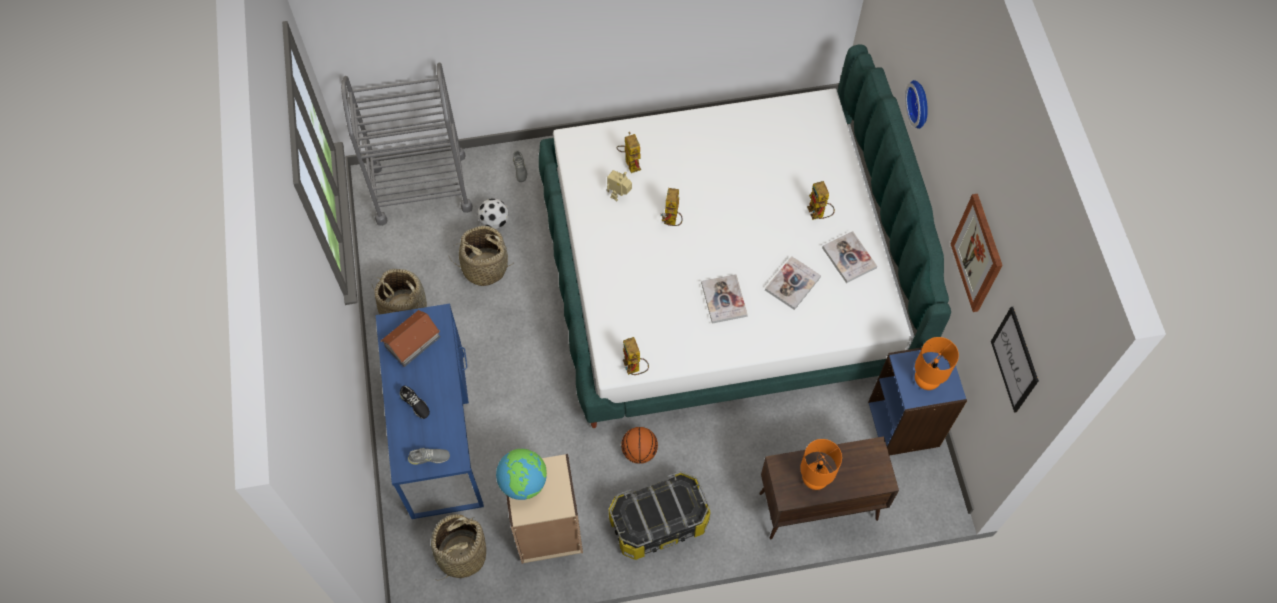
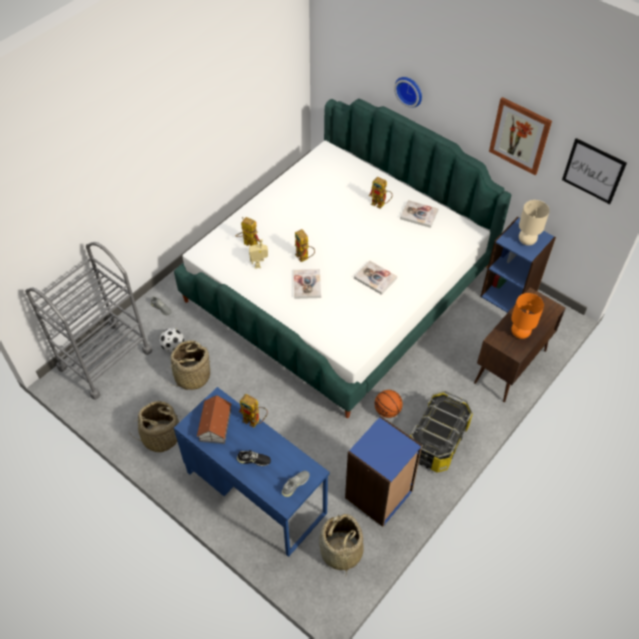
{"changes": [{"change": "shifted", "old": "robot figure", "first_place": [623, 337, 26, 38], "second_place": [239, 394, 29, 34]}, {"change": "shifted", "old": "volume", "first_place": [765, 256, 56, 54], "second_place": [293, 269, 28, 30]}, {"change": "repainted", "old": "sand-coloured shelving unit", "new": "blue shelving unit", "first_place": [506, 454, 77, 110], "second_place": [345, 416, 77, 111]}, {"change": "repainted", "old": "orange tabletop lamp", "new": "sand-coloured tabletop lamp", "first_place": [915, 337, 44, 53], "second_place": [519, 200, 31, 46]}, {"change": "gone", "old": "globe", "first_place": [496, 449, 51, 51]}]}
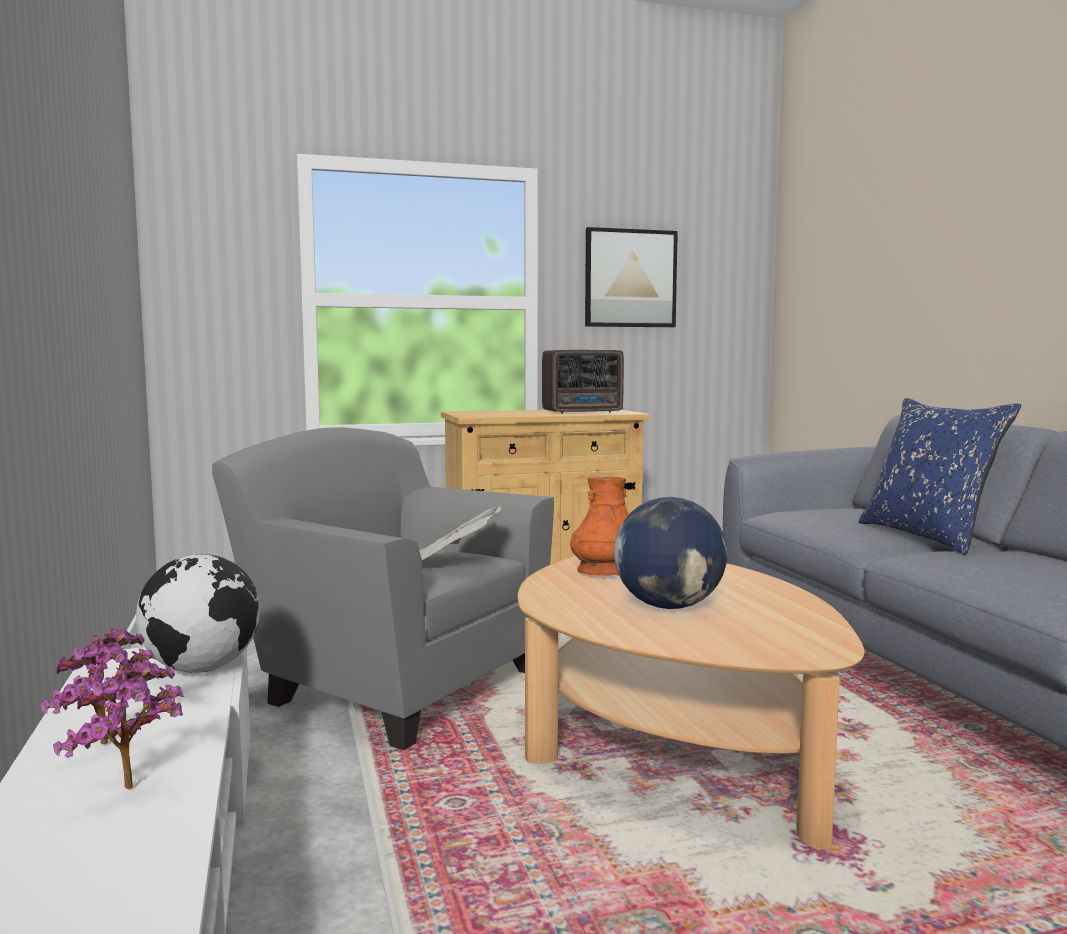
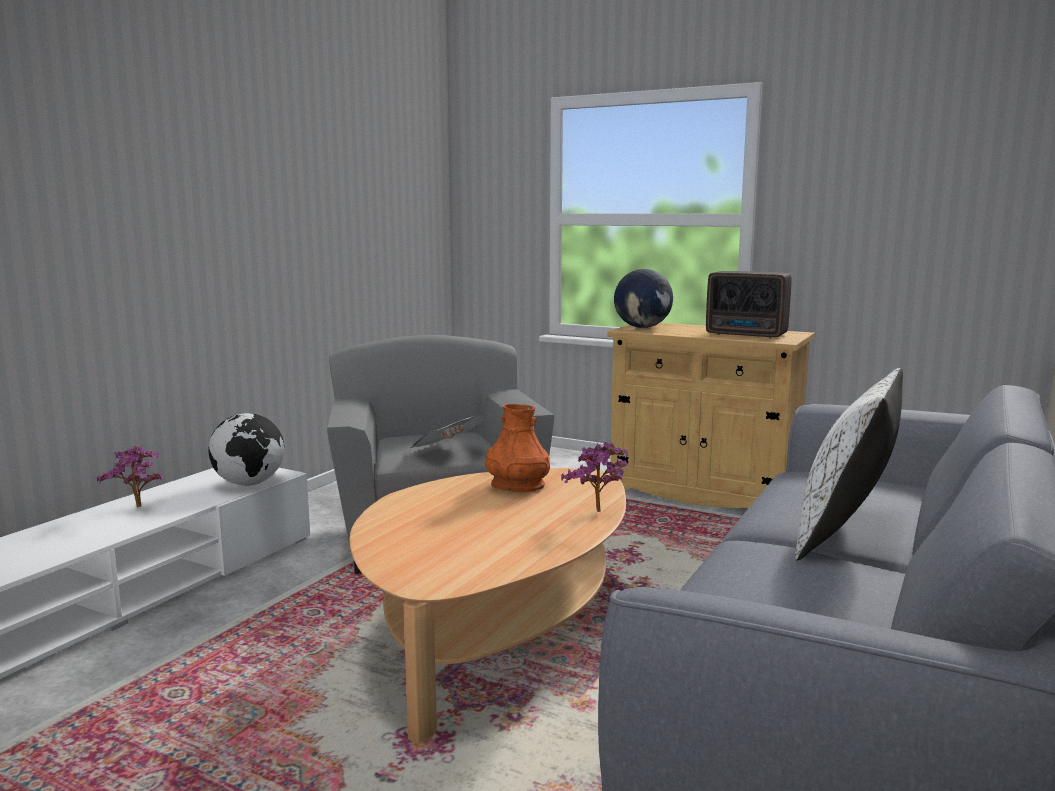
{"changes": [{"change": "shifted", "old": "houseplant", "first_place": [53, 659, 132, 130], "second_place": [561, 442, 67, 70]}, {"change": "shifted", "old": "globe", "first_place": [614, 497, 113, 112], "second_place": [614, 269, 59, 59]}, {"change": "repainted", "old": "blue throw pillow", "new": "whitish throw pillow", "first_place": [859, 398, 162, 157], "second_place": [795, 368, 108, 193]}, {"change": "gone", "old": "wall picture", "first_place": [585, 227, 93, 100]}]}
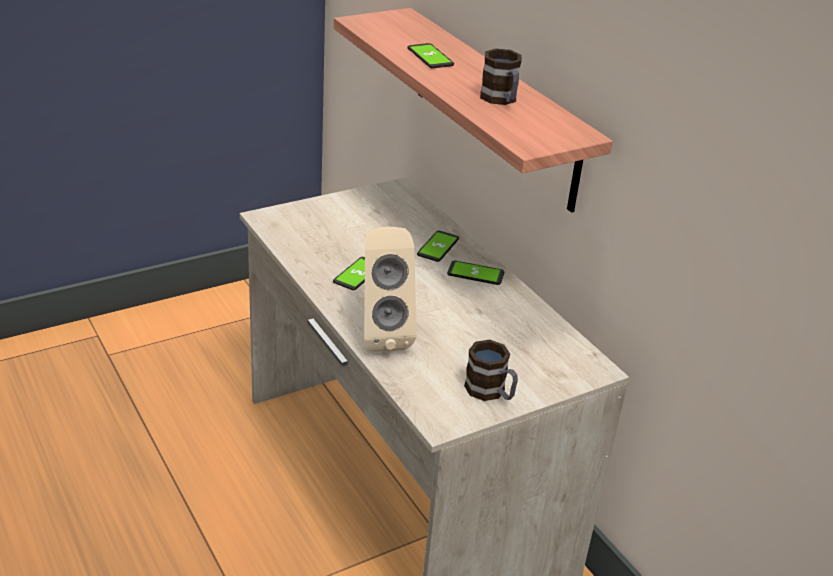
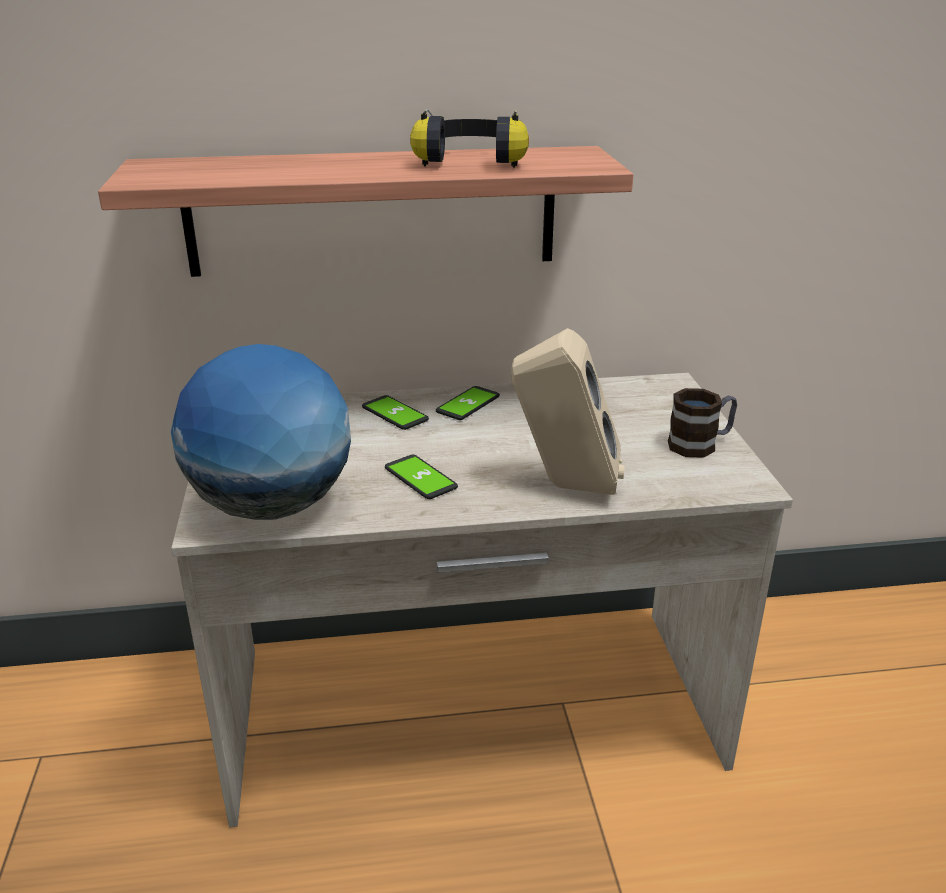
{"changes": [{"change": "new", "new": "globe", "second_place": [171, 344, 180, 176]}, {"change": "swapped", "old": "tea mug", "new": "headset", "first_place": [480, 49, 42, 56], "second_place": [410, 109, 119, 59]}, {"change": "gone", "old": "phone", "first_place": [408, 43, 46, 25]}]}
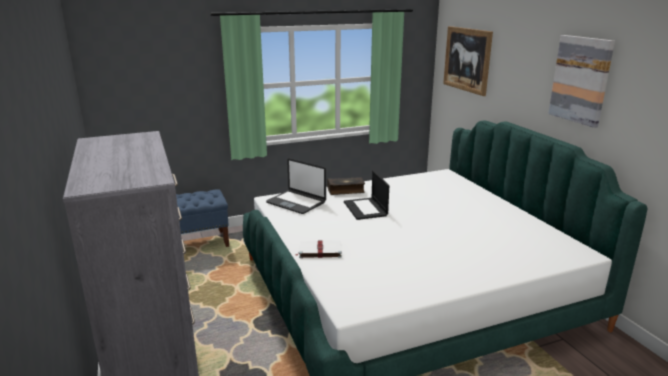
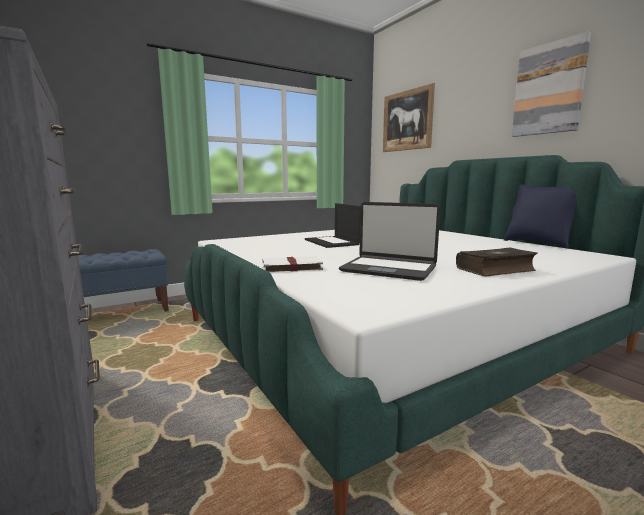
{"changes": [{"change": "shifted", "old": "notebook computer", "first_place": [266, 159, 60, 55], "second_place": [339, 202, 101, 79]}, {"change": "shifted", "old": "volume", "first_place": [327, 177, 38, 18], "second_place": [456, 248, 82, 28]}, {"change": "new", "new": "blue throw pillow", "second_place": [504, 184, 72, 64]}]}
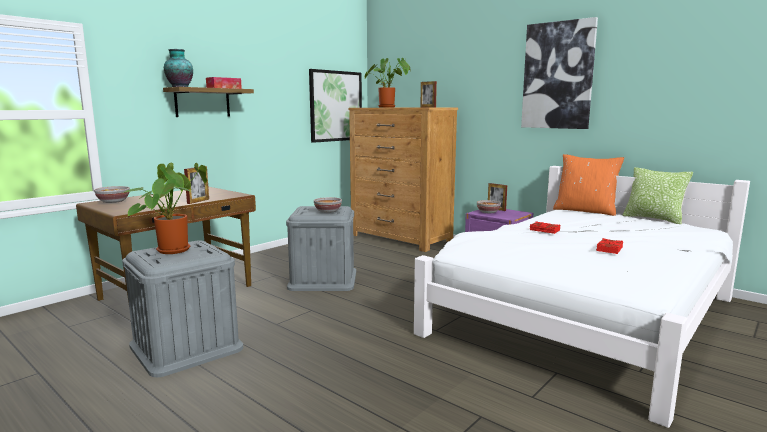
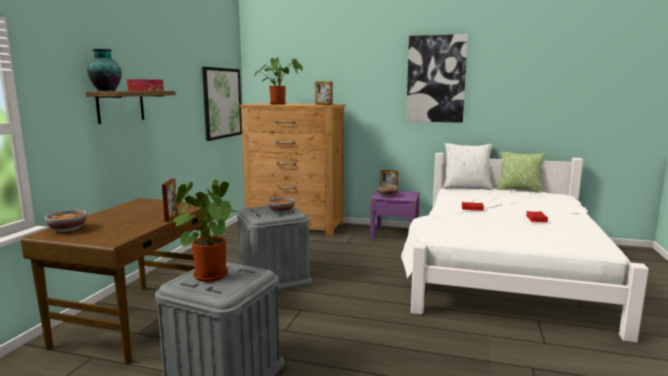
{"changes": [{"change": "repainted", "old": "orange throw pillow", "new": "whitish throw pillow", "first_place": [553, 154, 71, 62], "second_place": [443, 143, 50, 47]}]}
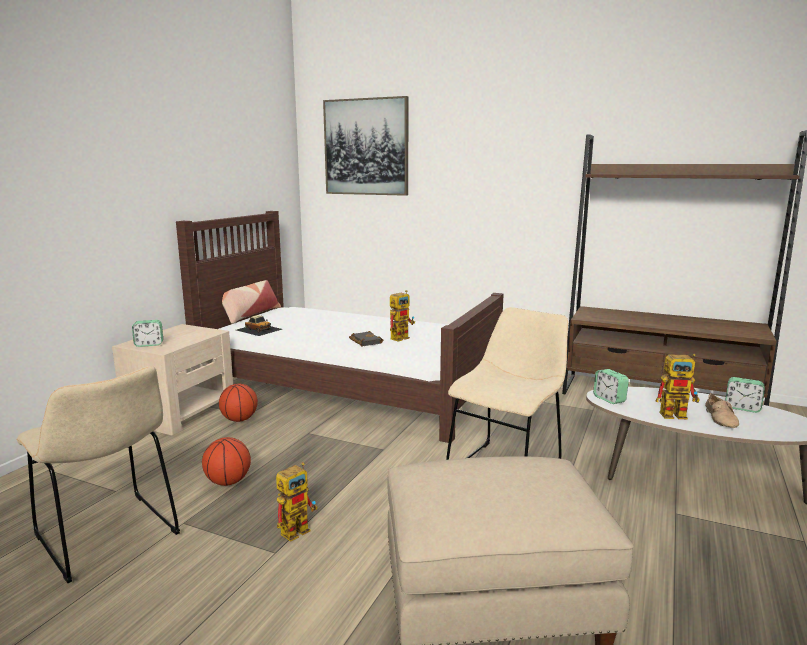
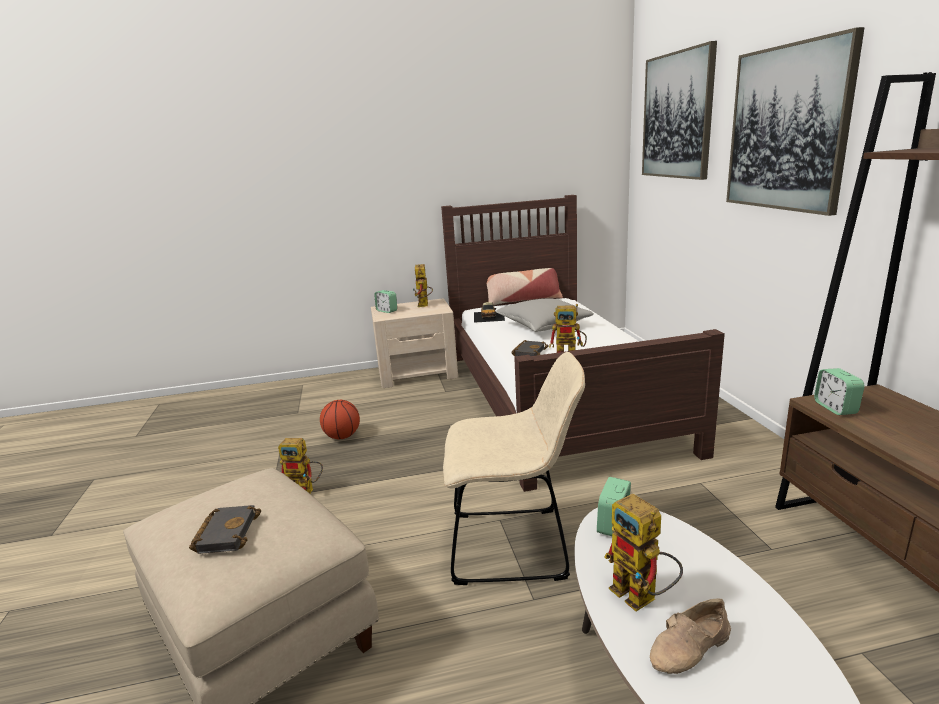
{"changes": [{"change": "new", "new": "black-coloured volume", "second_place": [189, 505, 72, 49]}, {"change": "new", "new": "robot figure", "second_place": [412, 264, 21, 43]}, {"change": "new", "new": "gray throw pillow", "second_place": [495, 298, 99, 34]}, {"change": "new", "new": "wall picture", "second_place": [726, 27, 139, 189]}, {"change": "shifted", "old": "bedside clock", "first_place": [725, 377, 40, 36], "second_place": [814, 368, 51, 47]}, {"change": "gone", "old": "sand-coloured upright chair", "first_place": [16, 366, 164, 217]}, {"change": "gone", "old": "ball for basketball", "first_place": [219, 383, 39, 39]}]}
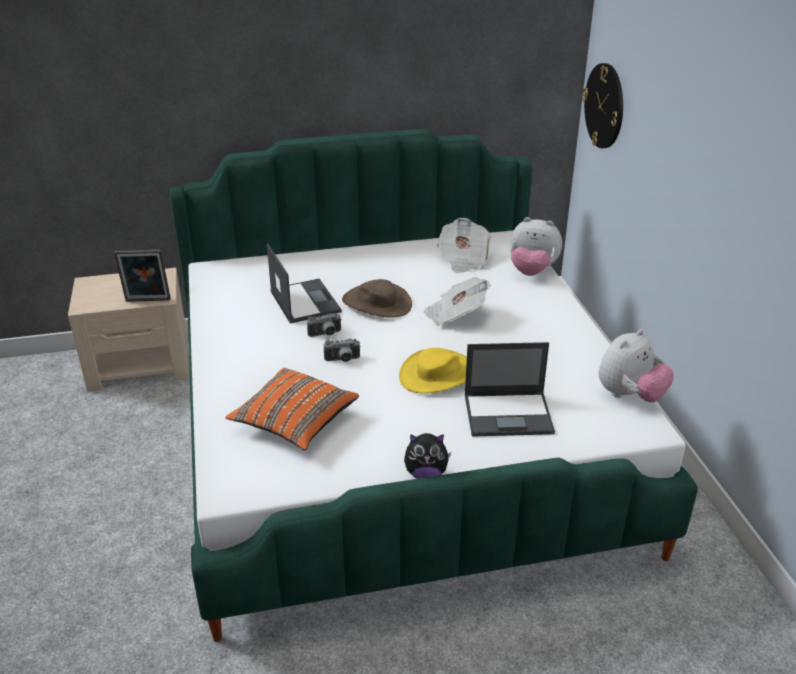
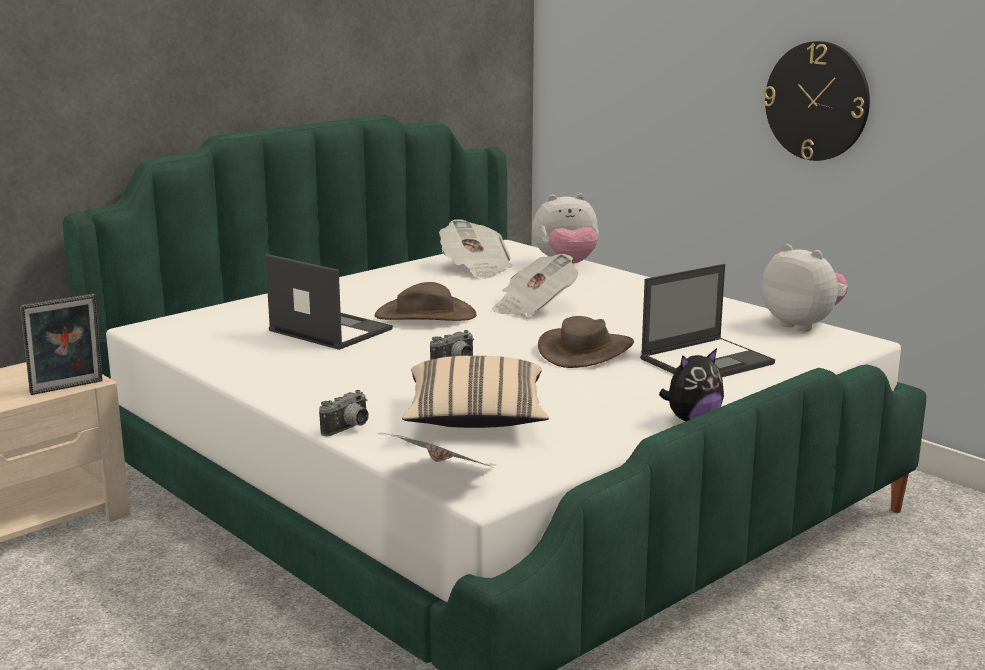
{"changes": [{"change": "shifted", "old": "still camera", "first_place": [307, 313, 35, 24], "second_place": [319, 390, 50, 46]}, {"change": "new", "new": "newspaper", "second_place": [377, 433, 119, 35]}, {"change": "repainted", "old": "orange throw pillow", "new": "sand-coloured throw pillow", "first_place": [225, 368, 134, 82], "second_place": [402, 356, 147, 72]}, {"change": "repainted", "old": "yellow-coloured clothing hat", "new": "brownish clothing hat", "first_place": [399, 348, 68, 46], "second_place": [538, 316, 96, 52]}, {"change": "rotated", "old": "soft toy", "first_place": [598, 329, 76, 73], "second_place": [762, 244, 86, 88], "degrees": -60}, {"change": "shifted", "old": "clock on the wall", "first_place": [582, 63, 41, 85], "second_place": [763, 41, 107, 120]}]}
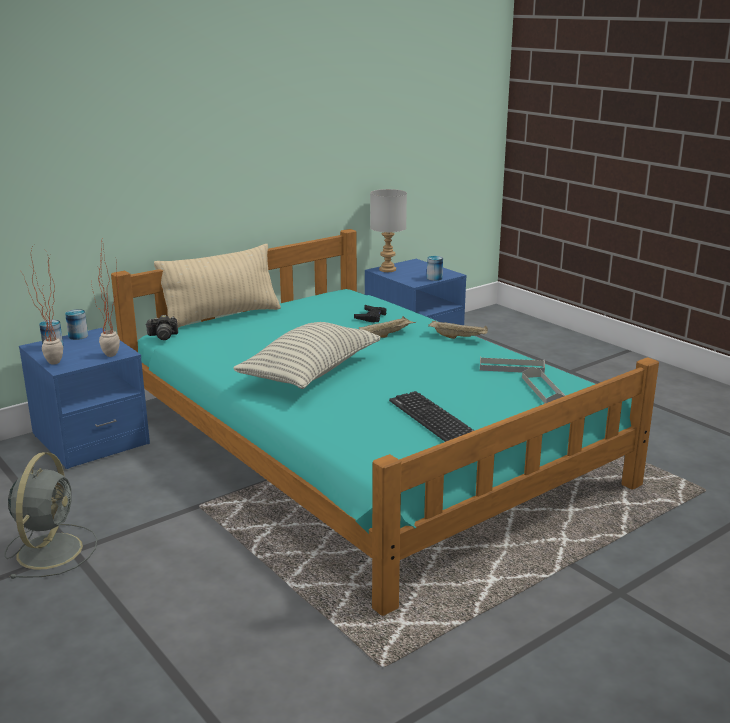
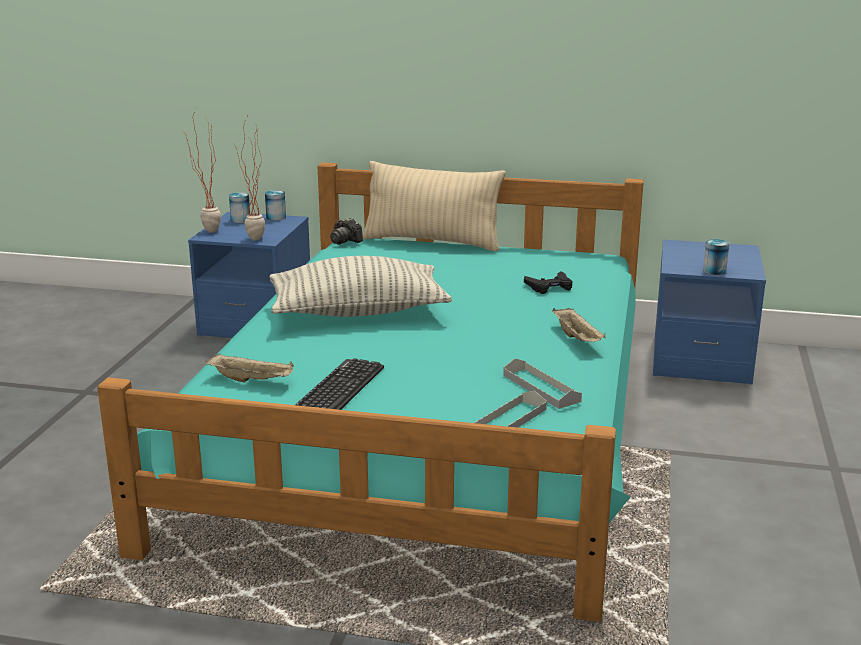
{"changes": [{"change": "shifted", "old": "sand-coloured serving tray", "first_place": [359, 316, 57, 22], "second_place": [205, 353, 89, 29]}, {"change": "gone", "old": "gray cooling fan", "first_place": [5, 452, 93, 127]}, {"change": "gone", "old": "gray tabletop lamp", "first_place": [370, 189, 37, 83]}]}
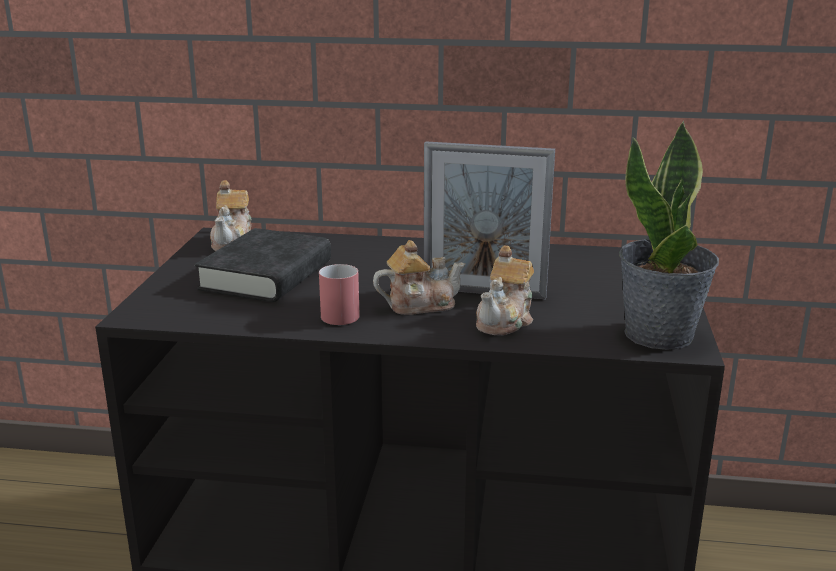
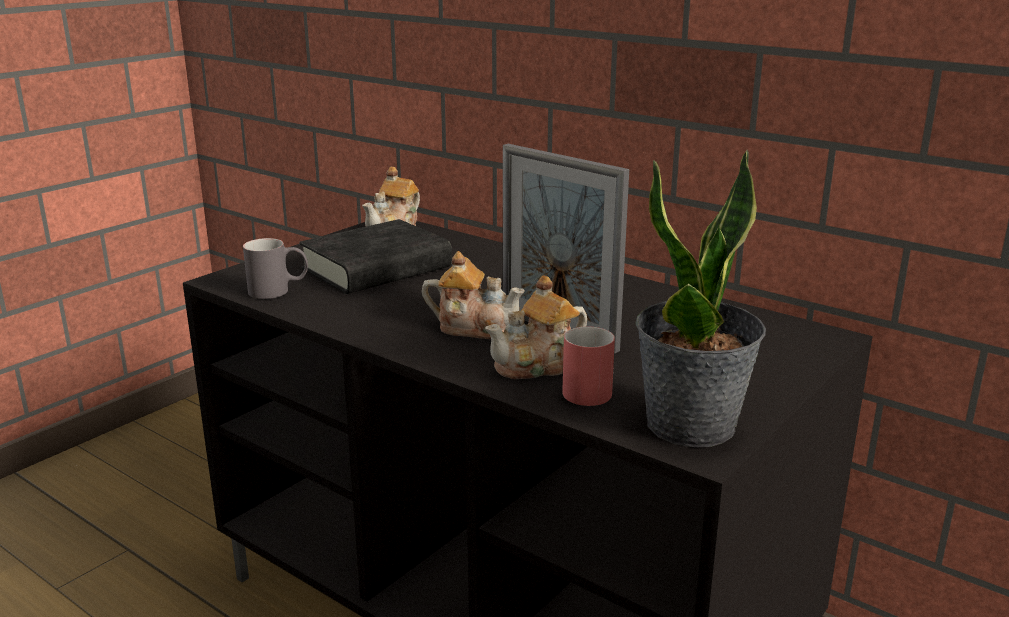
{"changes": [{"change": "new", "new": "gray tea mug", "second_place": [243, 238, 65, 61]}, {"change": "shifted", "old": "red-coloured tea mug", "first_place": [319, 264, 41, 61], "second_place": [562, 327, 53, 79]}]}
